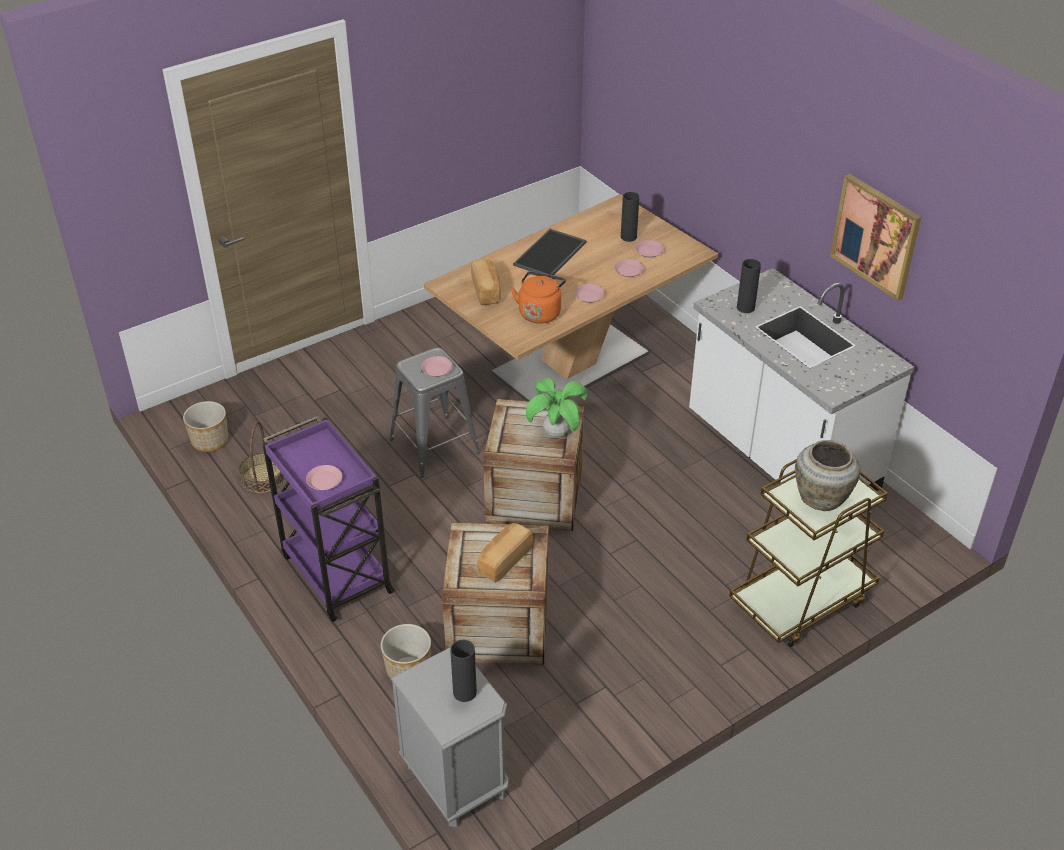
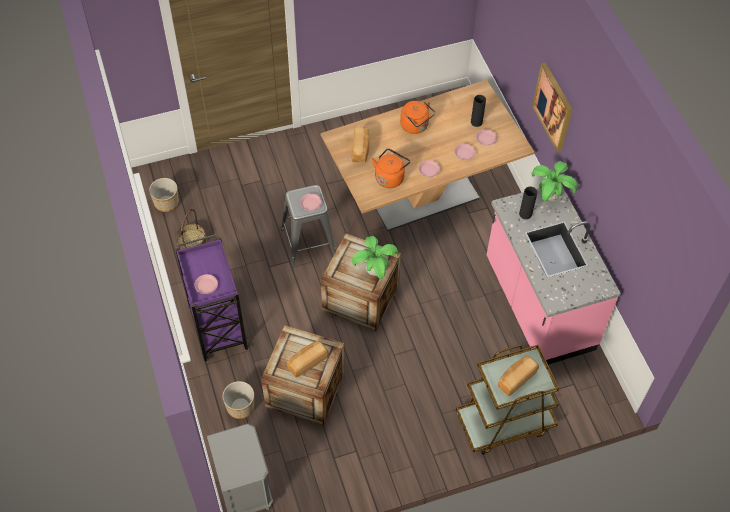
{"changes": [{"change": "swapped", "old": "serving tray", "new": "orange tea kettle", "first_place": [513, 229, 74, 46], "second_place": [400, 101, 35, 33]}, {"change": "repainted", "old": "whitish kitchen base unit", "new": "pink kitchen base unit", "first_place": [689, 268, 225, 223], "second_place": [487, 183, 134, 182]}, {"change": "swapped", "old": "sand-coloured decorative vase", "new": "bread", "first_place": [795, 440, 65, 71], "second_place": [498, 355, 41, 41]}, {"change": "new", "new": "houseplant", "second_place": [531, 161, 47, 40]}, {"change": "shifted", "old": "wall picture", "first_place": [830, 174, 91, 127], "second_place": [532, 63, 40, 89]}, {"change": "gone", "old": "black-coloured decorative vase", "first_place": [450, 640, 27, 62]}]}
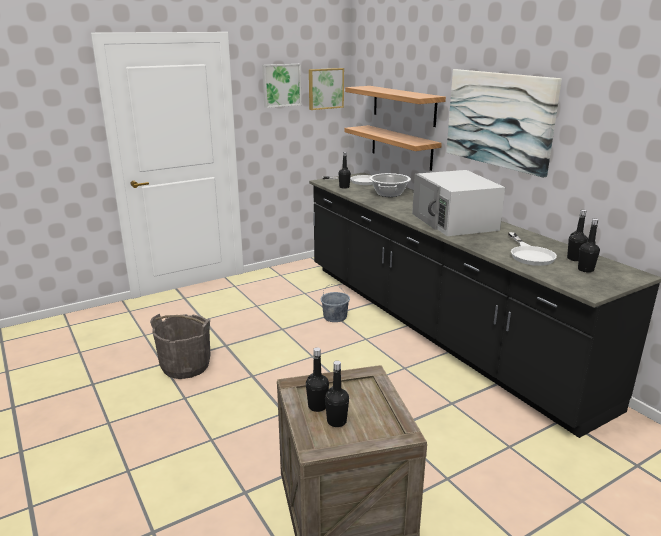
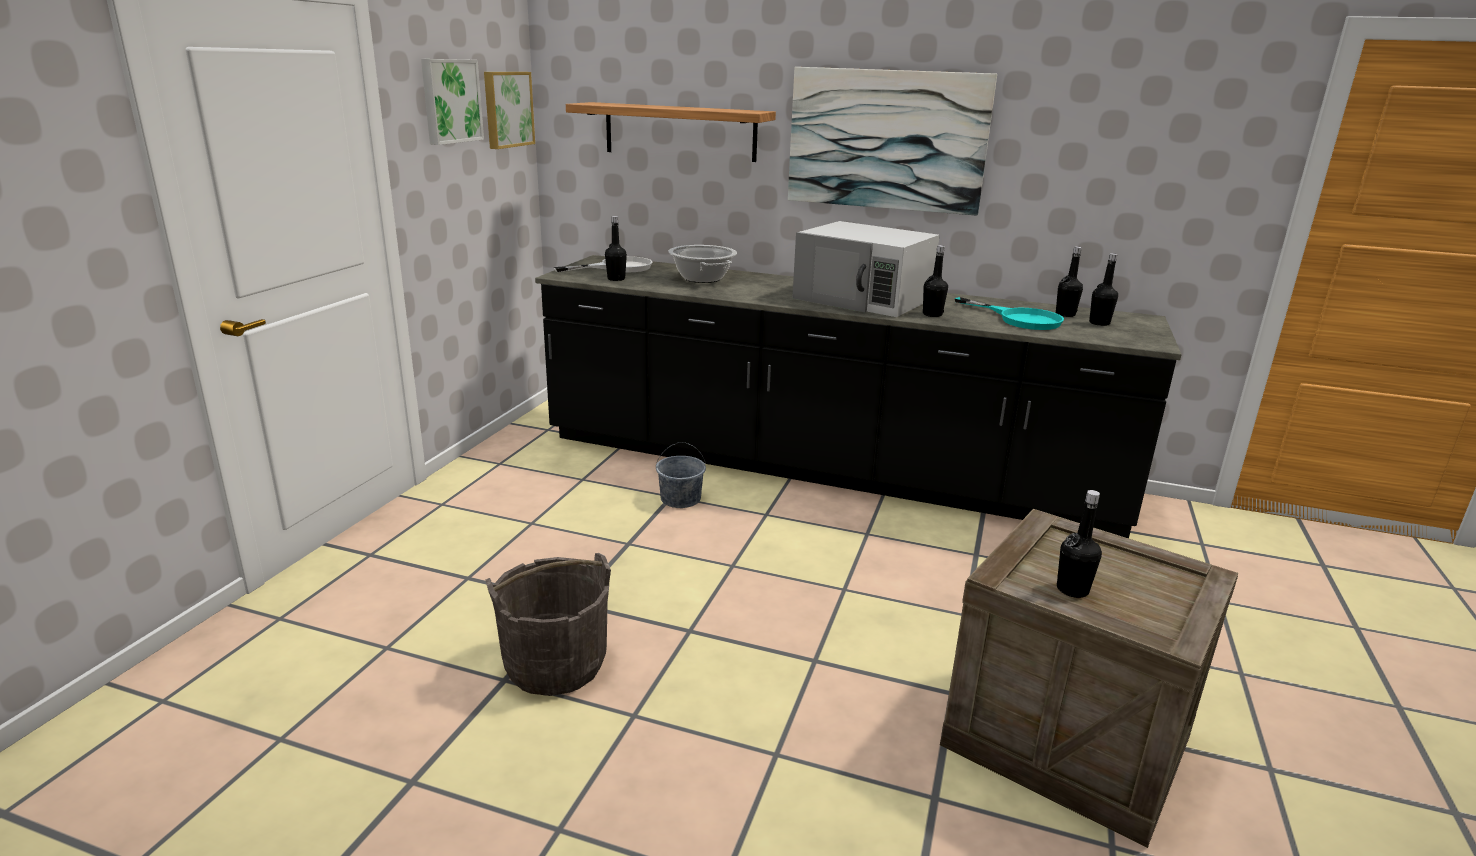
{"changes": [{"change": "shifted", "old": "black-coloured bottle", "first_place": [325, 361, 24, 66], "second_place": [923, 245, 25, 72]}, {"change": "repainted", "old": "whitish pan", "new": "blue-green pan", "first_place": [508, 232, 49, 34], "second_place": [955, 297, 109, 33]}, {"change": "gone", "old": "shelf", "first_place": [344, 125, 98, 46]}]}
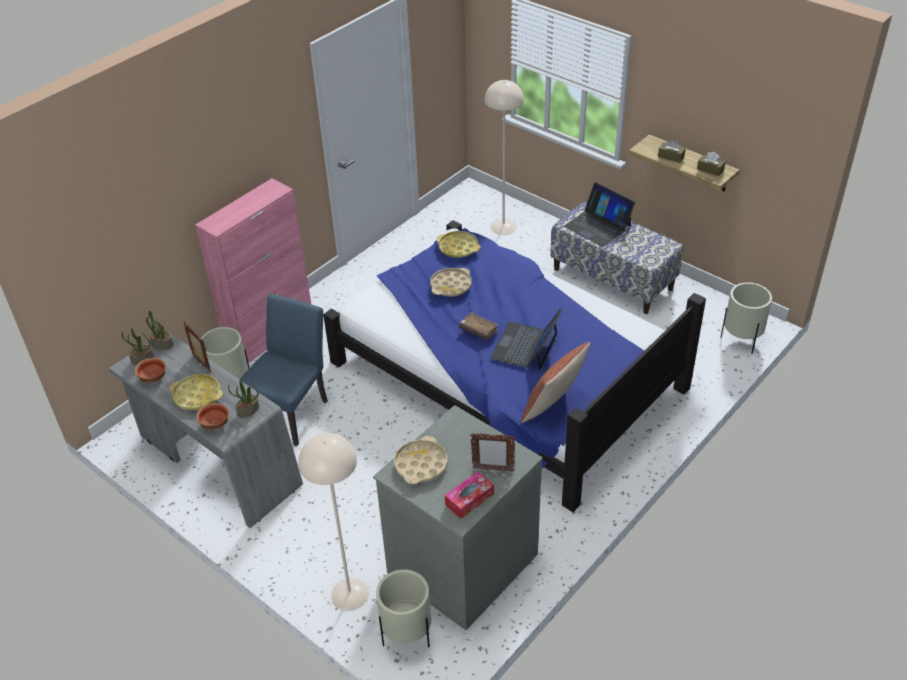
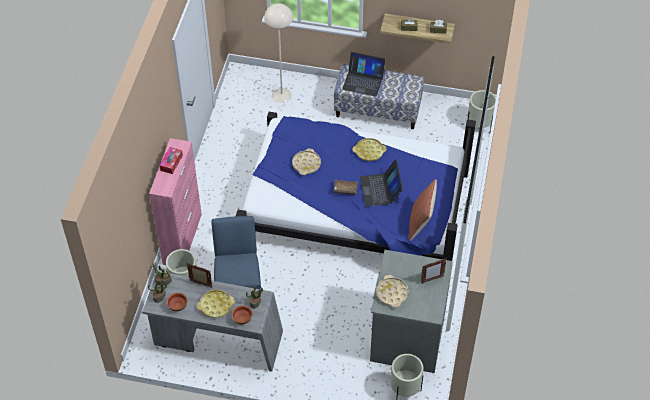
{"changes": [{"change": "shifted", "old": "tissue holder", "first_place": [445, 472, 49, 47], "second_place": [159, 147, 24, 27]}, {"change": "shifted", "old": "yellow-coloured serving tray", "first_place": [436, 231, 45, 27], "second_place": [352, 138, 35, 23]}, {"change": "gone", "old": "sand-coloured standard lamp", "first_place": [298, 433, 71, 178]}]}
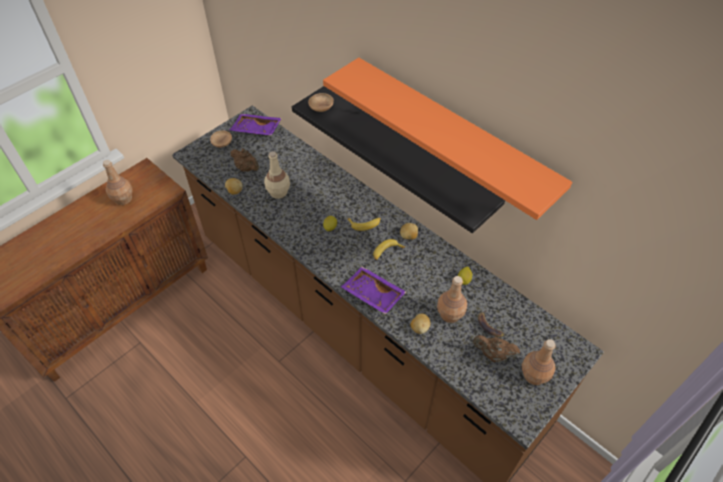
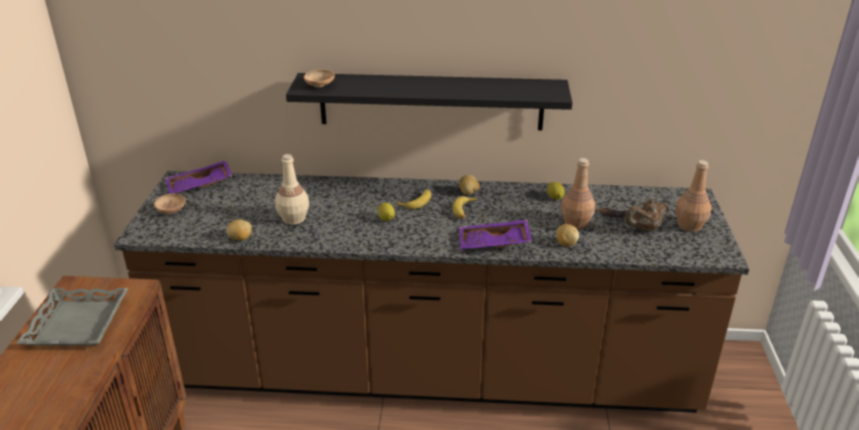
{"changes": [{"change": "swapped", "old": "brownish bottle", "new": "gray serving tray", "first_place": [103, 160, 30, 45], "second_place": [16, 288, 112, 58]}, {"change": "gone", "old": "brownish pot for tea", "first_place": [230, 149, 29, 23]}, {"change": "gone", "old": "orange shelf", "first_place": [323, 58, 249, 162]}]}
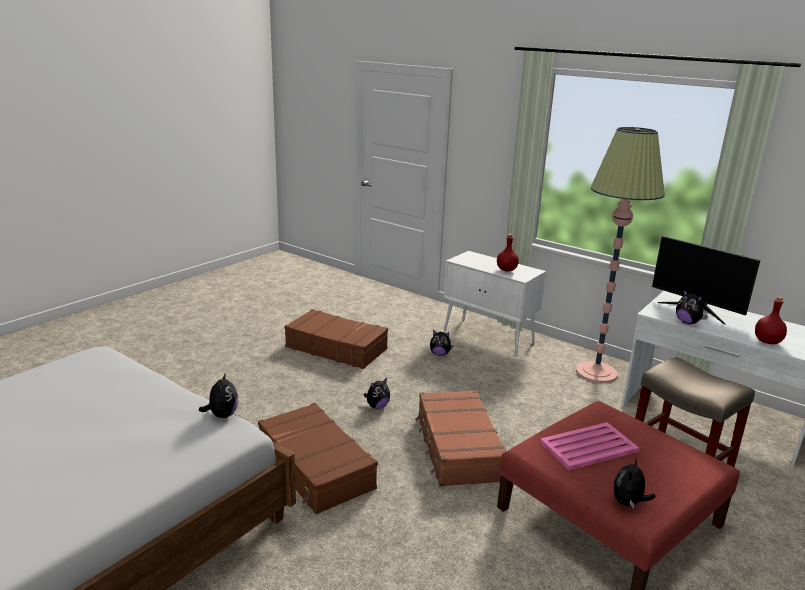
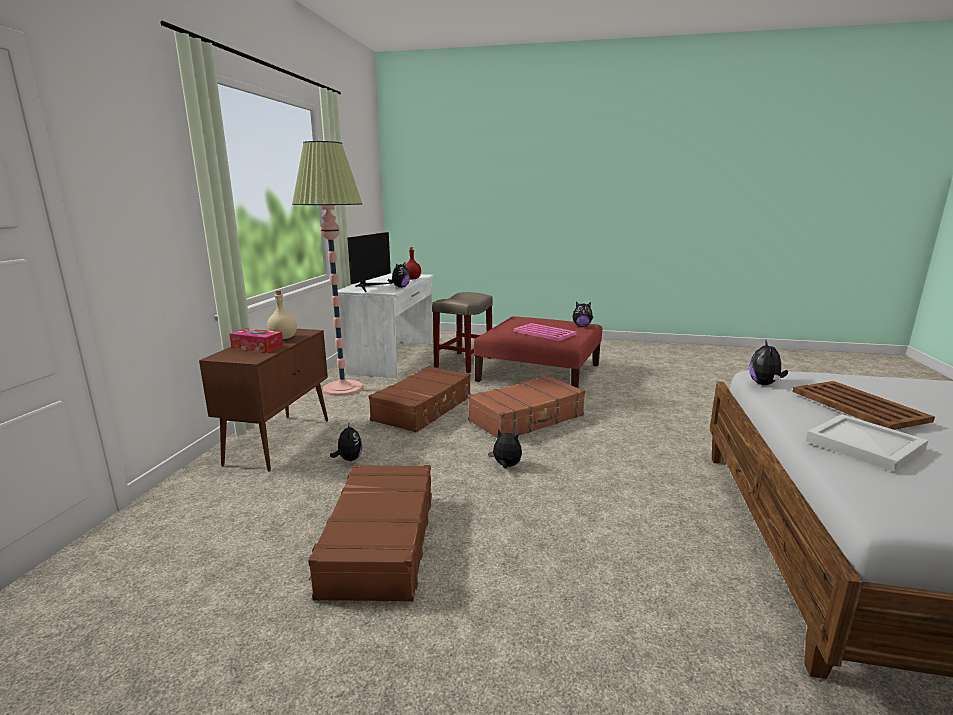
{"changes": [{"change": "repainted", "old": "whitish storage cabinet", "new": "brownish storage cabinet", "first_place": [443, 251, 103, 105], "second_place": [199, 329, 129, 143]}, {"change": "new", "new": "tissue holder", "second_place": [229, 328, 54, 25]}, {"change": "repainted", "old": "red-coloured bottle", "new": "sand-coloured bottle", "first_place": [497, 234, 22, 38], "second_place": [267, 290, 30, 49]}, {"change": "shifted", "old": "brownish suitcase", "first_place": [258, 403, 120, 112], "second_place": [369, 366, 102, 67]}, {"change": "rotated", "old": "soft toy", "first_place": [199, 372, 39, 46], "second_place": [749, 340, 39, 45], "degrees": -45}, {"change": "new", "new": "brownish serving tray", "second_place": [792, 381, 143, 49]}, {"change": "new", "new": "whitish serving tray", "second_place": [806, 414, 122, 59]}]}
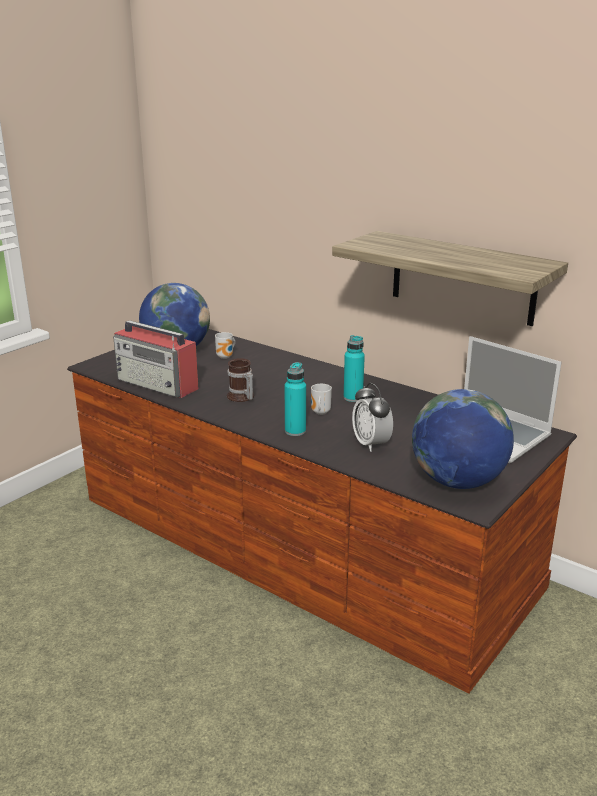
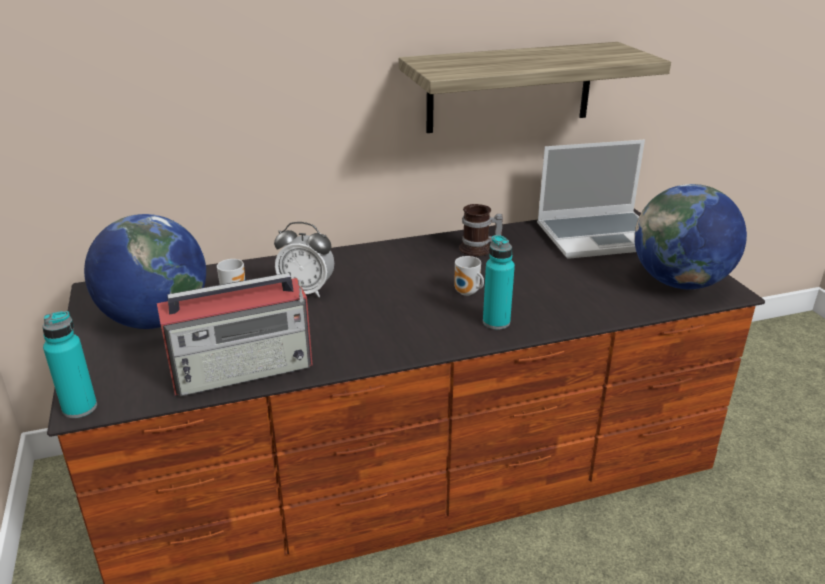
{"changes": [{"change": "shifted", "old": "blue-green bottle", "first_place": [343, 335, 22, 67], "second_place": [42, 311, 55, 107]}, {"change": "shifted", "old": "bedside clock", "first_place": [352, 383, 41, 69], "second_place": [274, 222, 60, 75]}, {"change": "shifted", "old": "tea mug", "first_place": [227, 358, 27, 44], "second_place": [459, 204, 44, 52]}]}
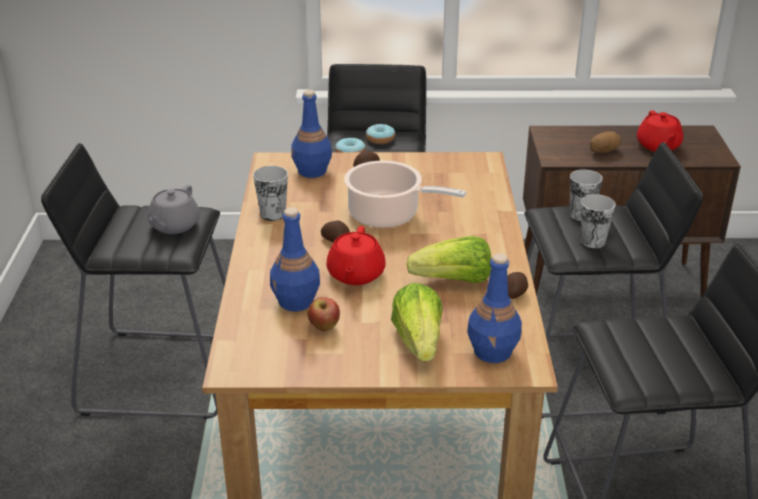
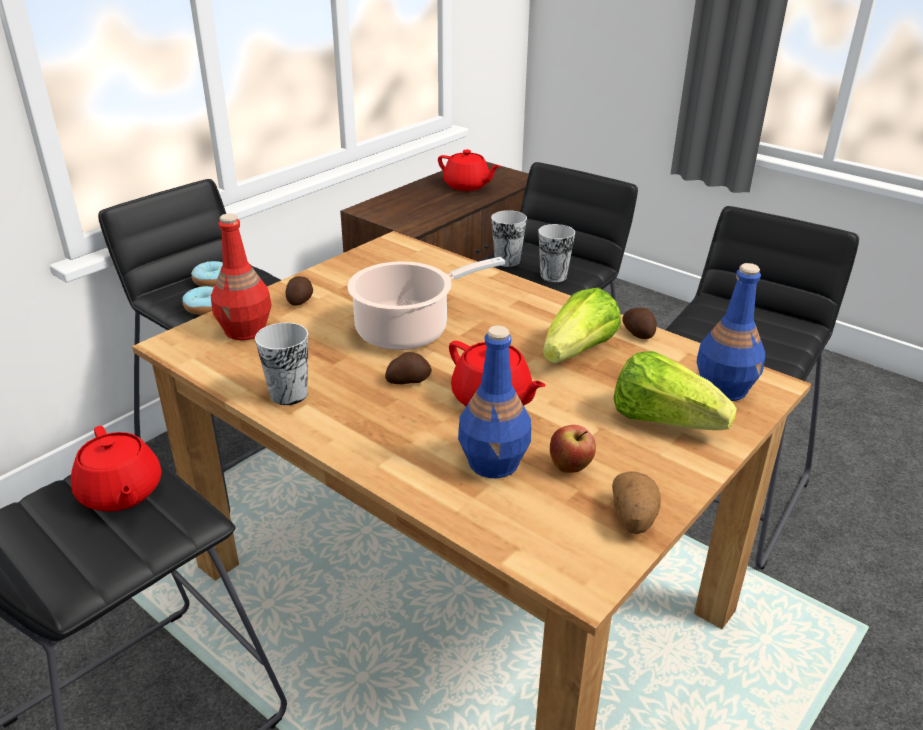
{"changes": [{"change": "repainted", "old": "gray pot for tea", "new": "red-coloured pot for tea", "first_place": [148, 185, 52, 49], "second_place": [71, 426, 90, 86]}, {"change": "repainted", "old": "blue bottle", "new": "red-coloured bottle", "first_place": [292, 90, 40, 88], "second_place": [211, 213, 61, 127]}, {"change": "shifted", "old": "potato", "first_place": [590, 131, 31, 22], "second_place": [612, 472, 49, 62]}]}
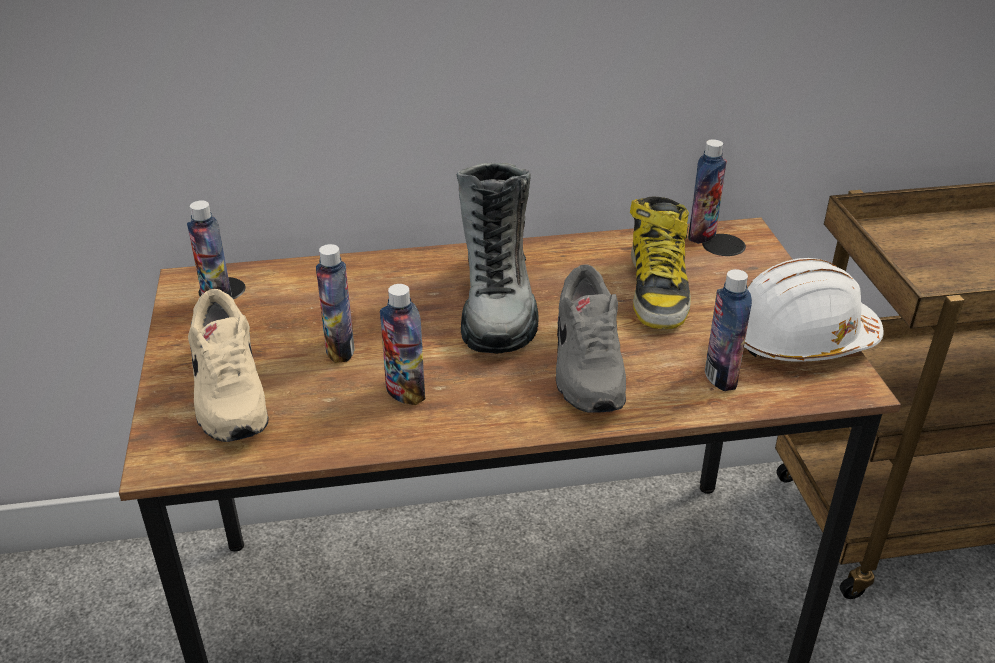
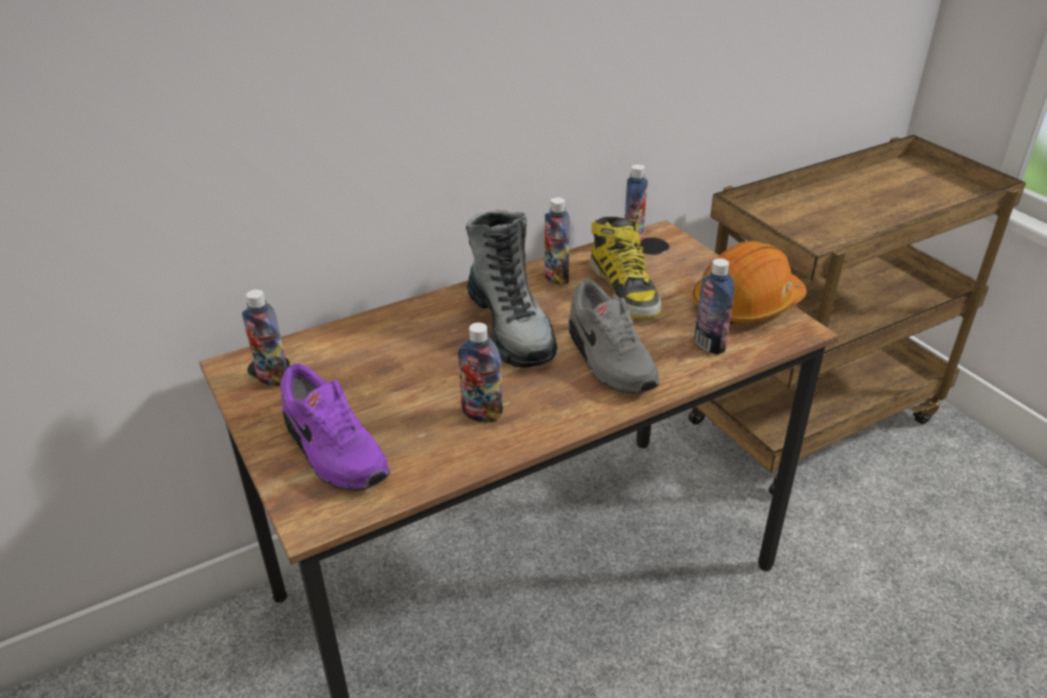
{"changes": [{"change": "repainted", "old": "sand-coloured shoe", "new": "purple shoe", "first_place": [188, 289, 80, 153], "second_place": [280, 364, 110, 127]}, {"change": "shifted", "old": "bottle", "first_place": [316, 244, 39, 119], "second_place": [544, 197, 26, 89]}, {"change": "repainted", "old": "whitish hard hat", "new": "orange hard hat", "first_place": [744, 258, 140, 104], "second_place": [693, 241, 113, 82]}]}
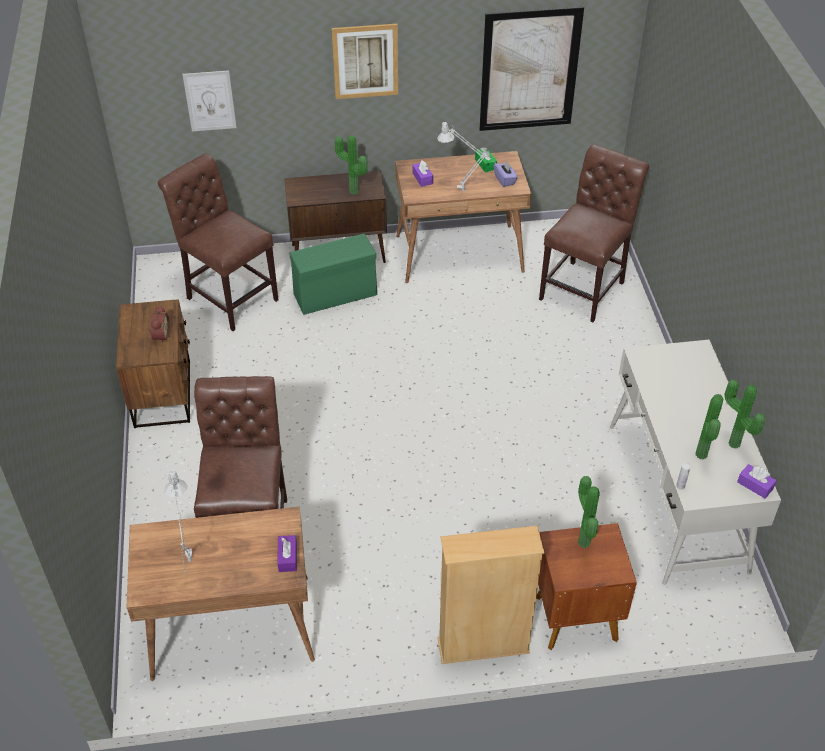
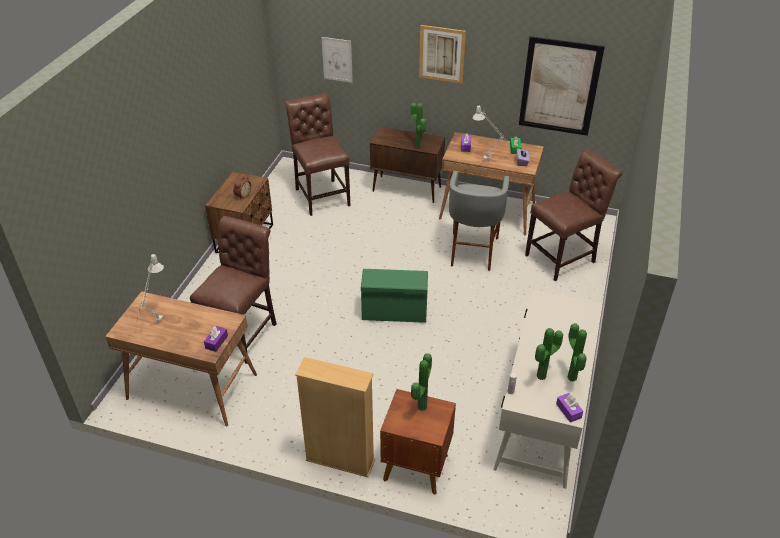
{"changes": [{"change": "shifted", "old": "green storage container", "first_place": [289, 234, 88, 81], "second_place": [361, 269, 67, 54]}, {"change": "new", "new": "gray stool", "second_place": [449, 171, 60, 100]}]}
